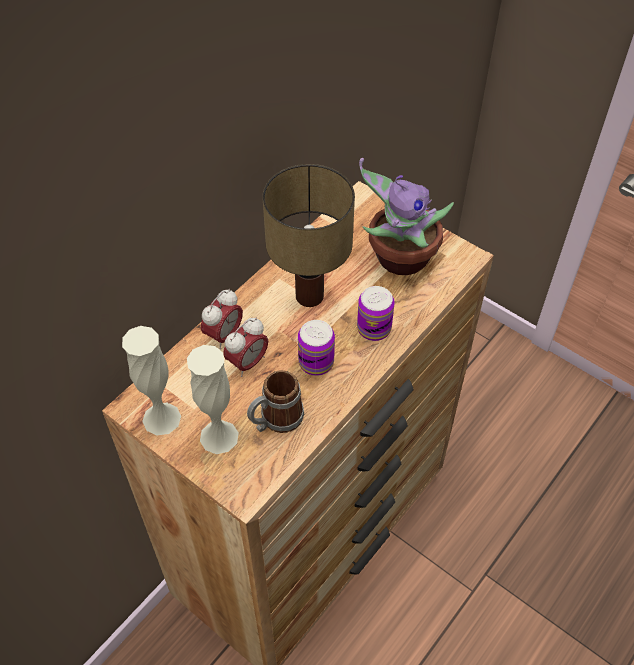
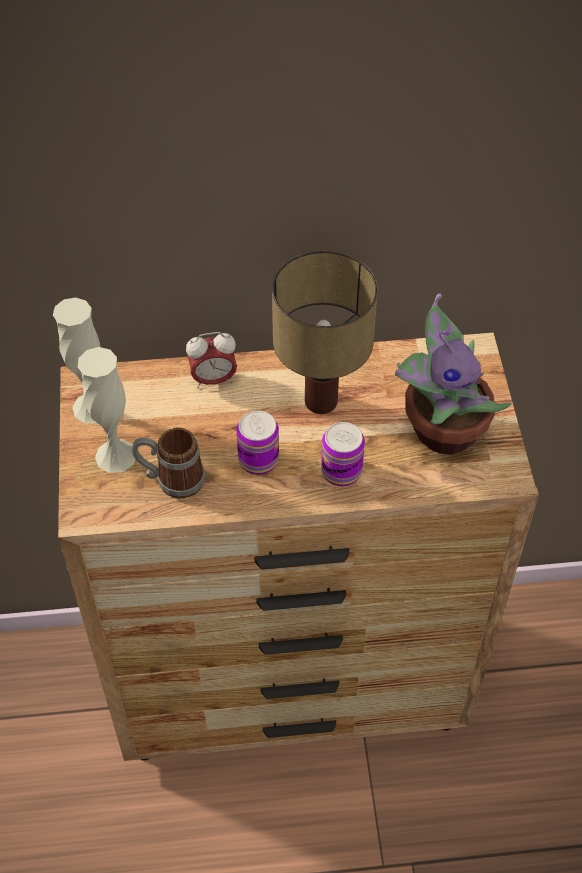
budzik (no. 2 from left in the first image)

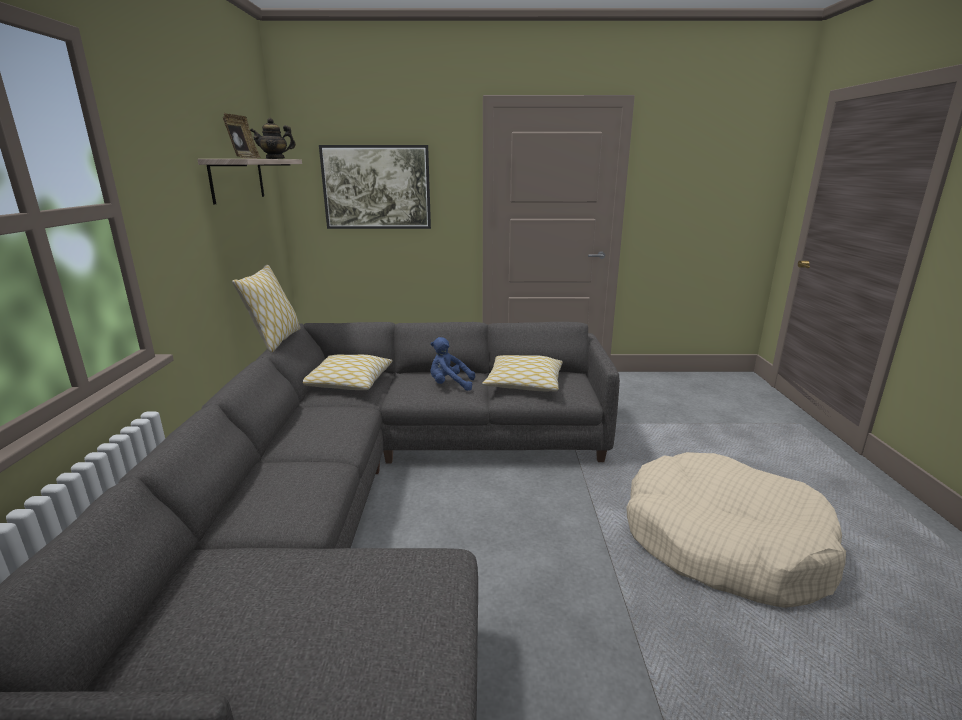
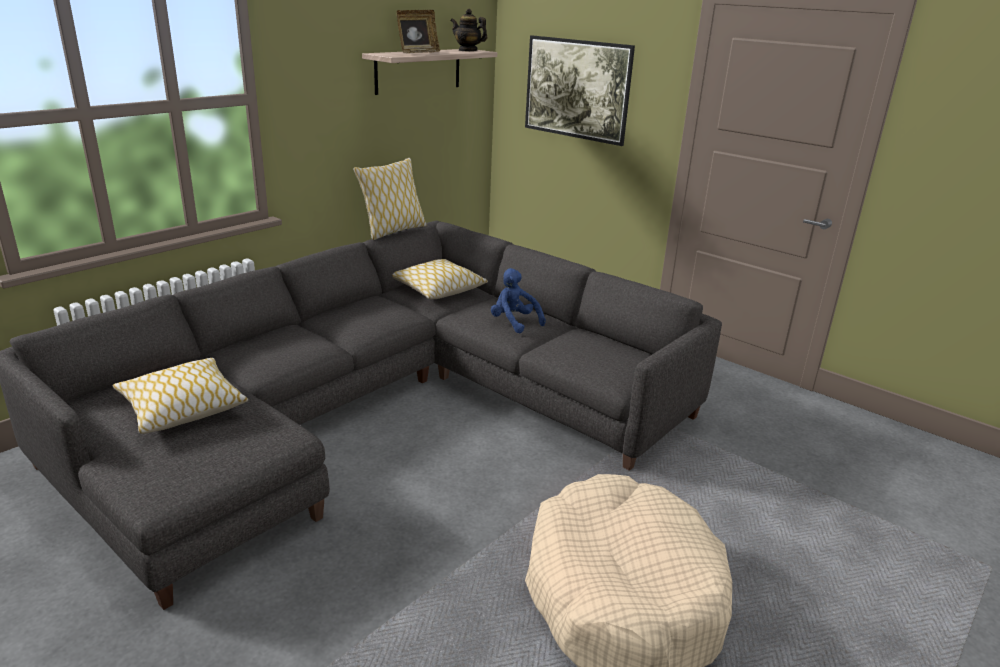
poduszka (no. 1 from left)

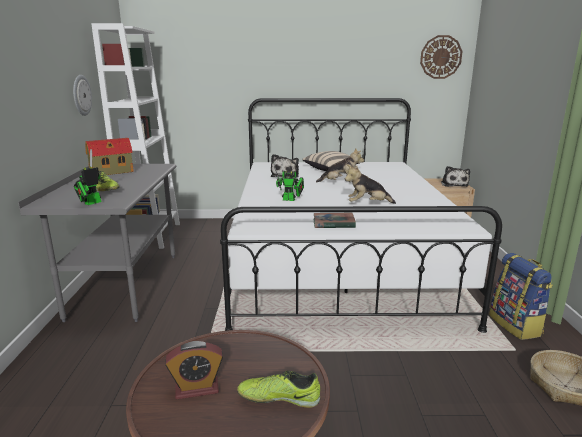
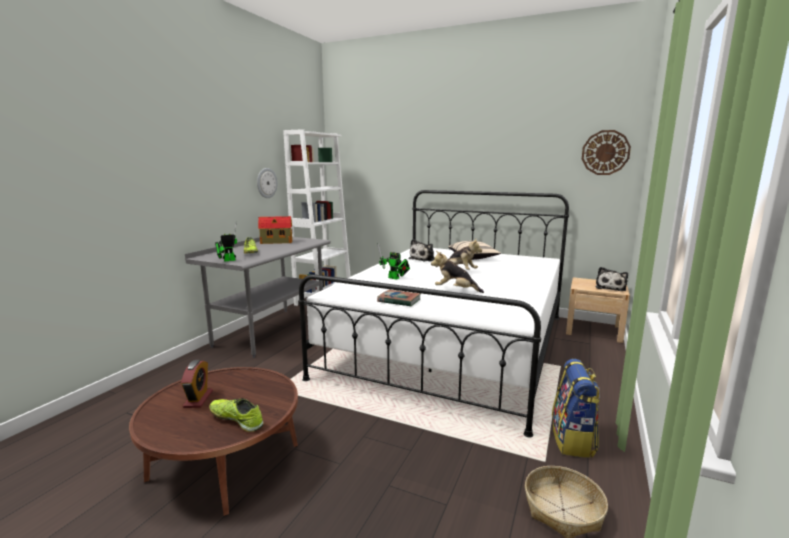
budzik

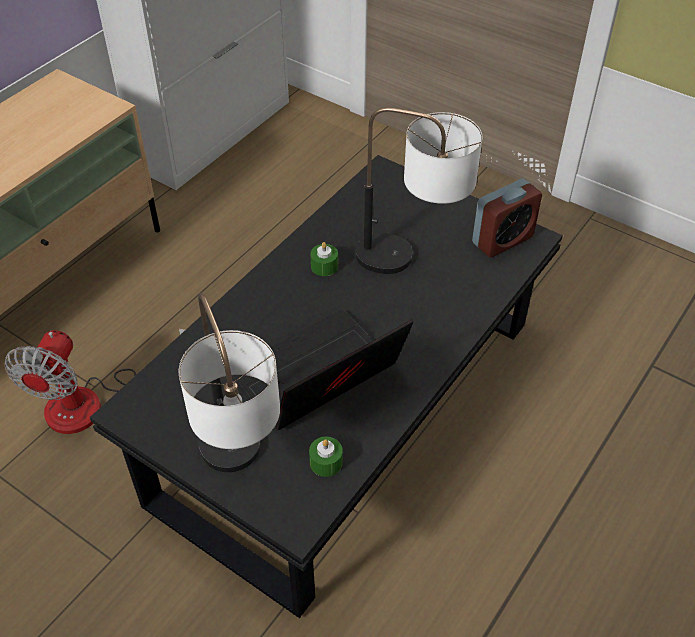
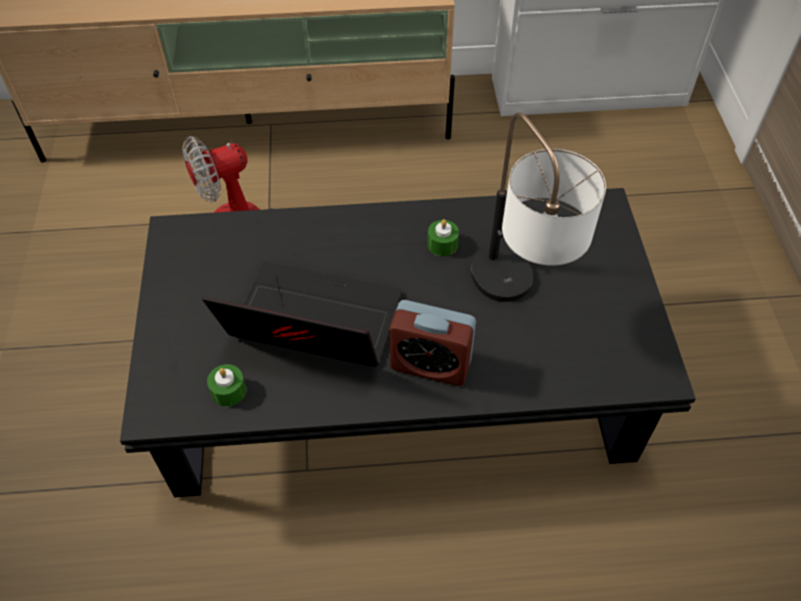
lampa stołowa (no. 1 from left in the first image)
budzik

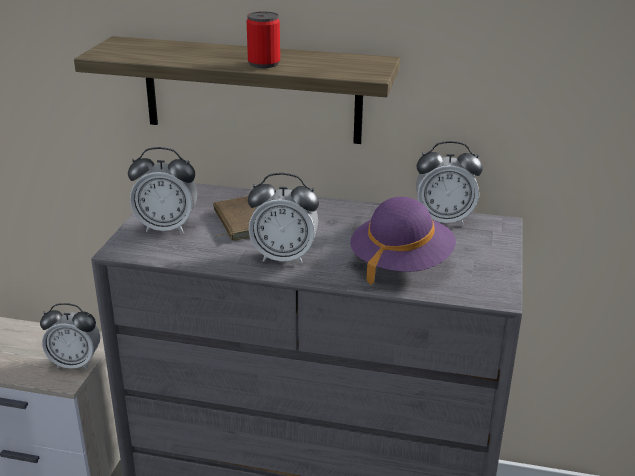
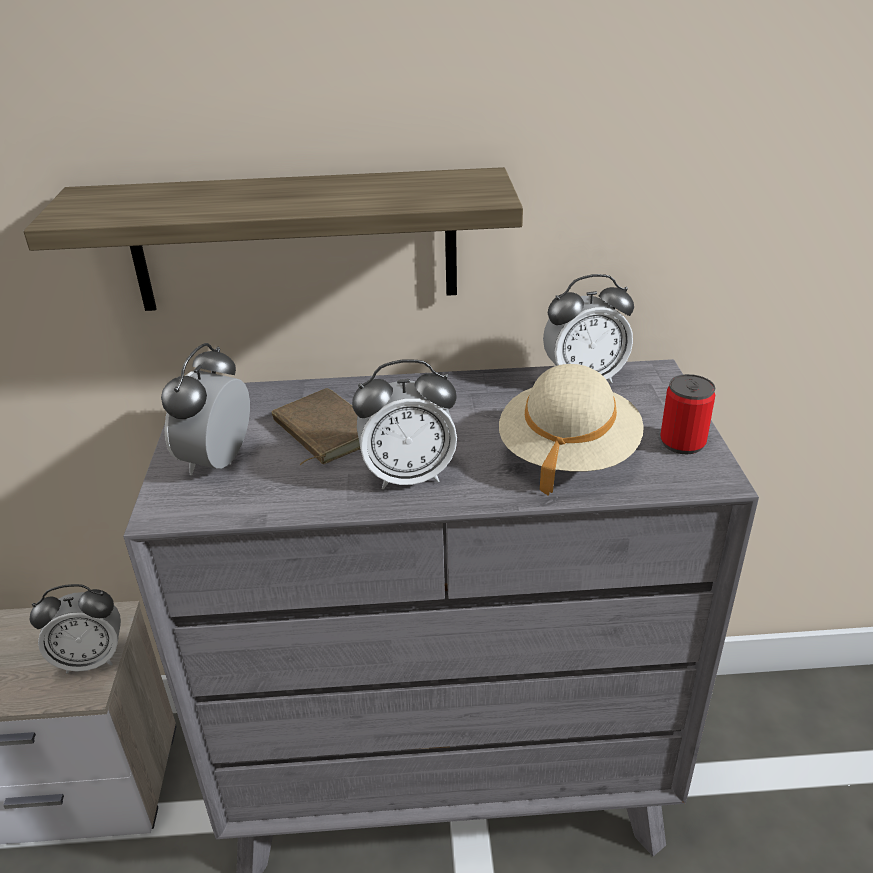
budzik (no. 2 from left)
puszka
kapelusz (beżowy)

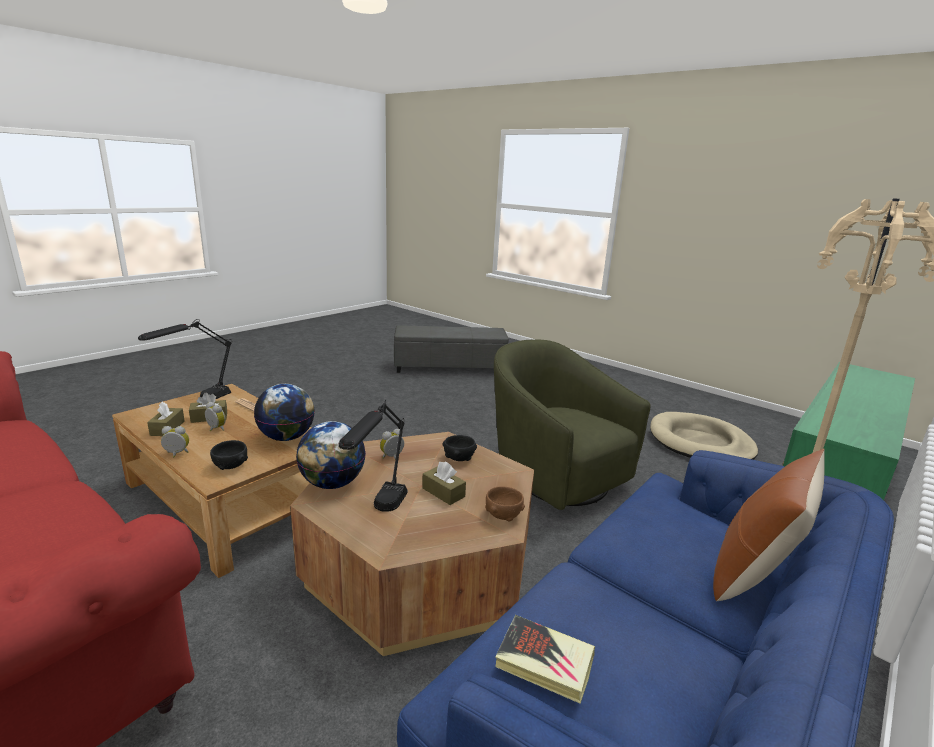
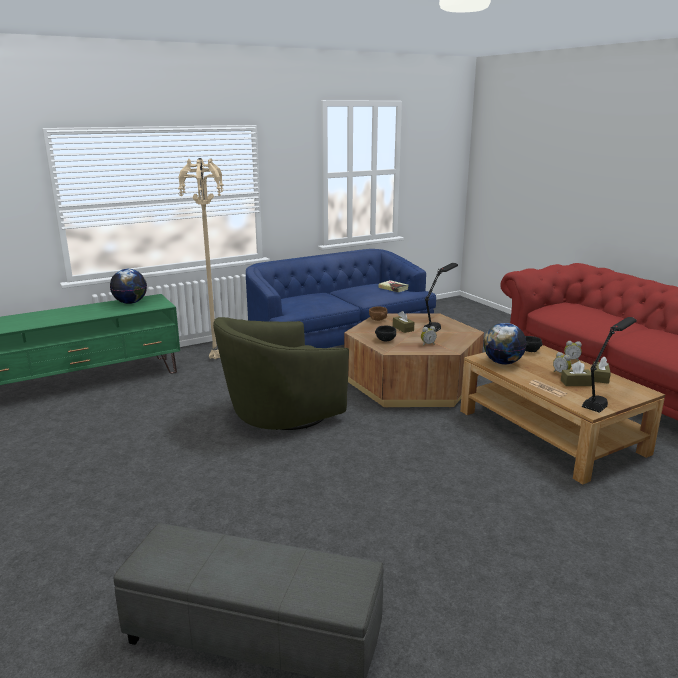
globus (no. 1 from left)
fotel (zielony)
legowisko (beżowy)
poduszka (brązowy)

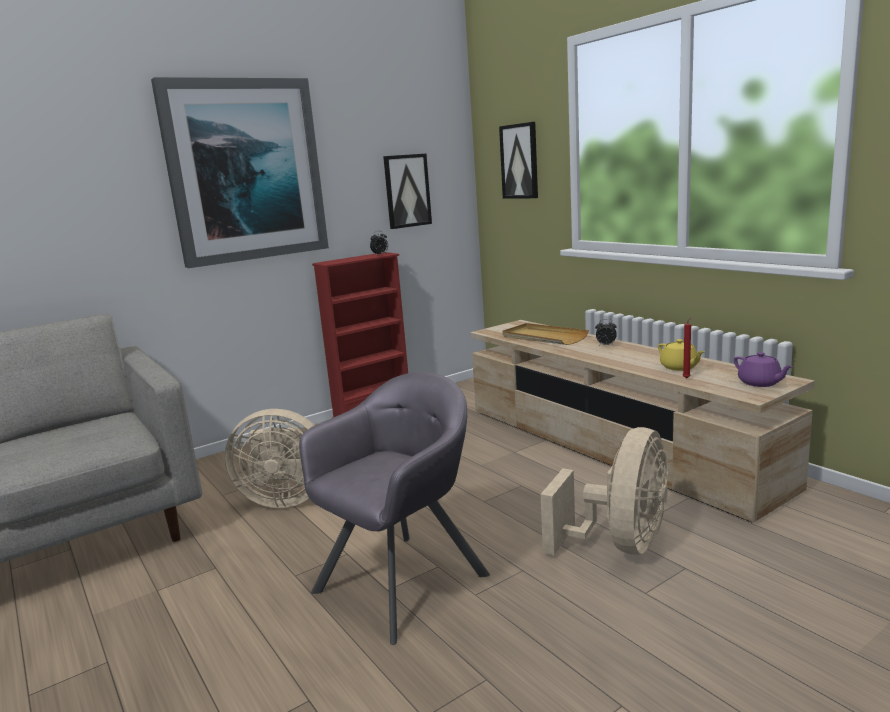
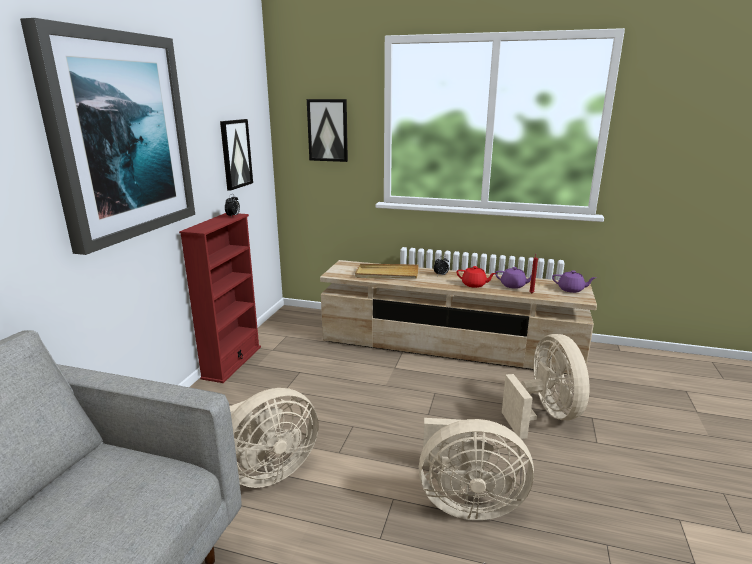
wentylator (beżowy) (no. 2 from left)
imbryk (fioletowy) (no. 1 from left)
imbryk (czerwony)

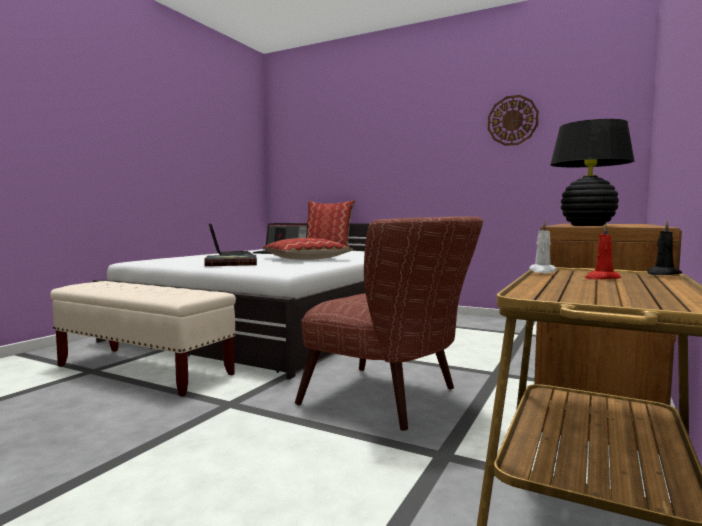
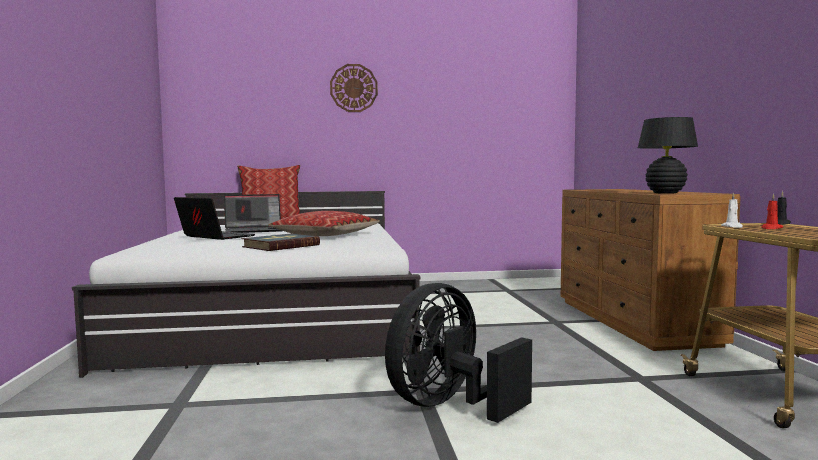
ławka (beżowy)
fotel (brązowy)
zegar ścienny
wentylator (czarny)

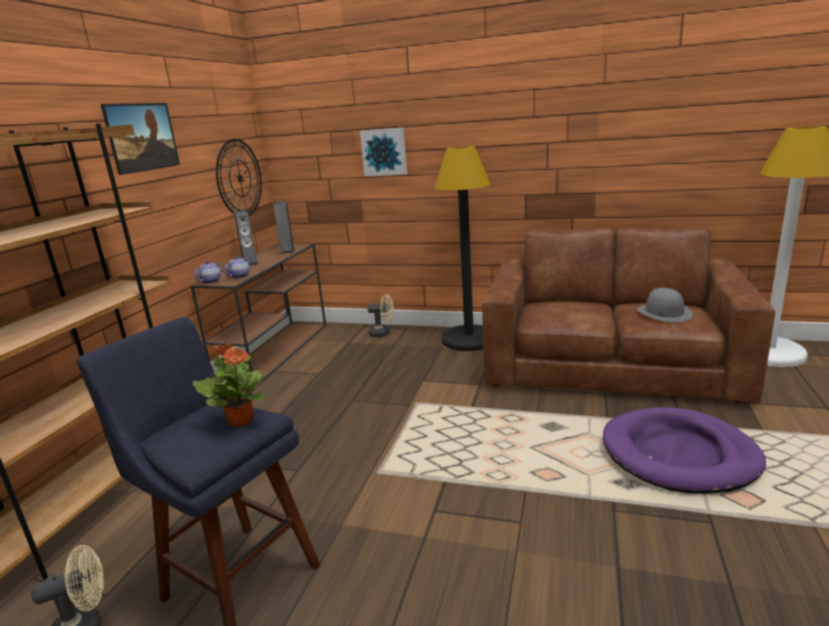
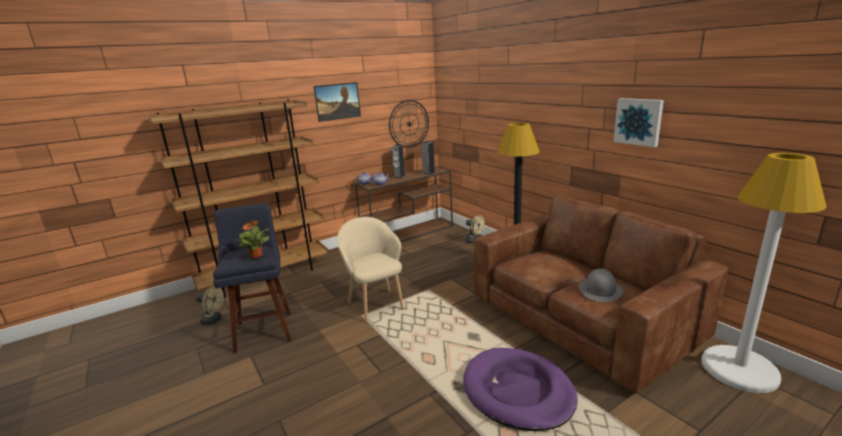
obraz (no. 2 from left)
fotel (beżowy)

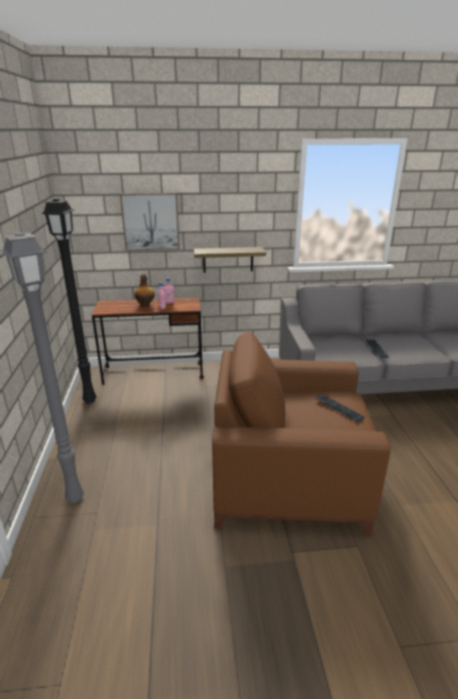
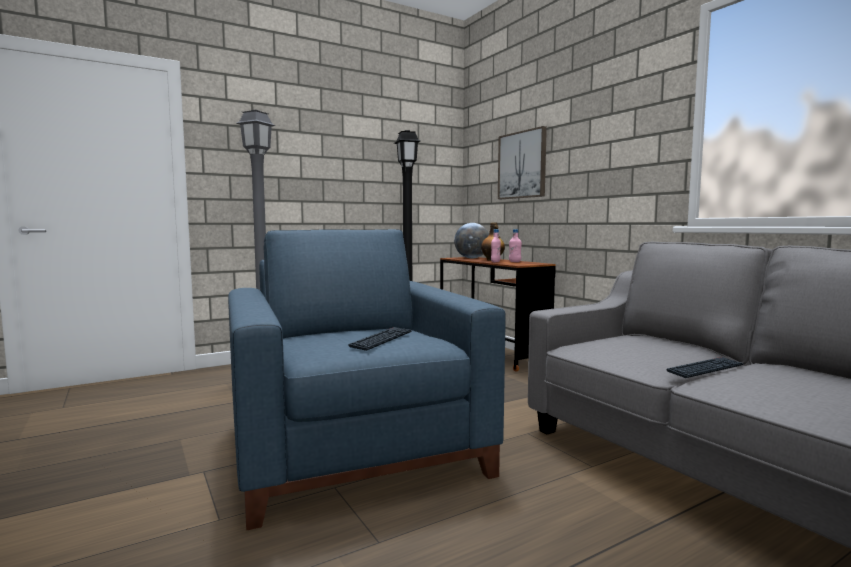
półka
fotel (niebieski)
globus

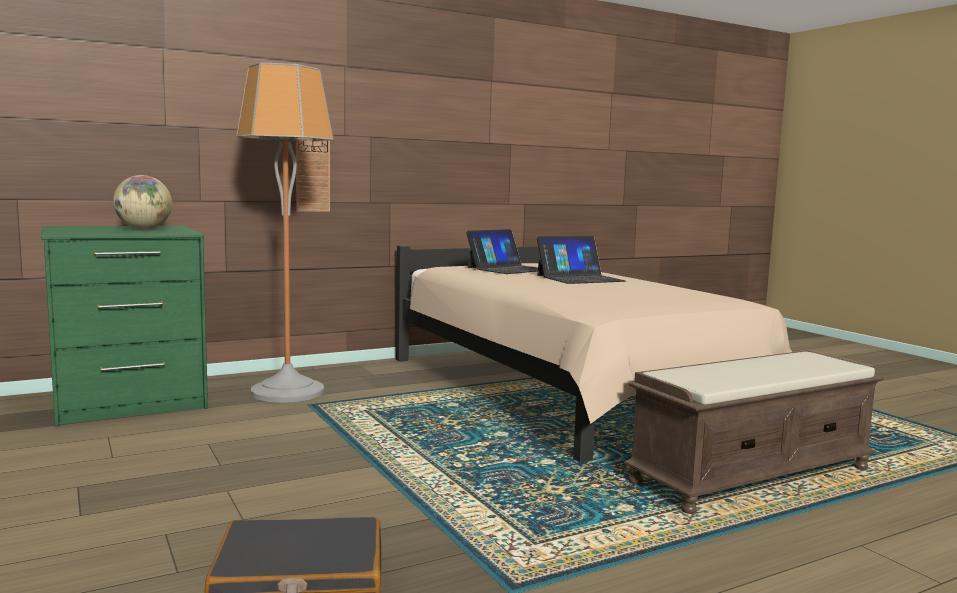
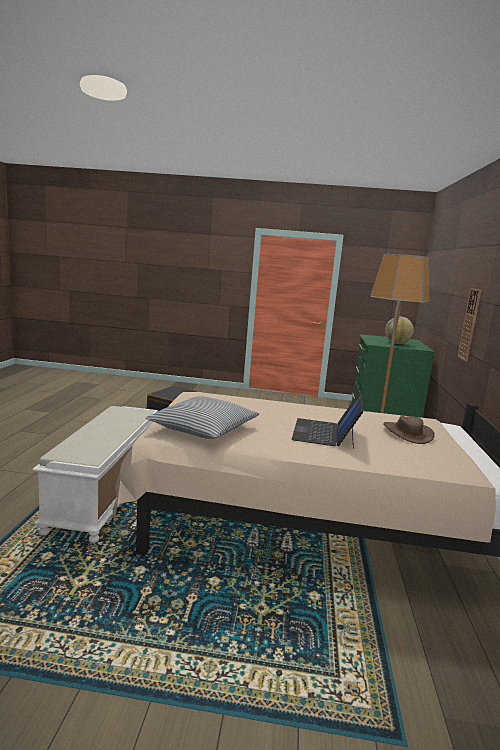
kapelusz (brązowy)
ławka (biały)
poduszka

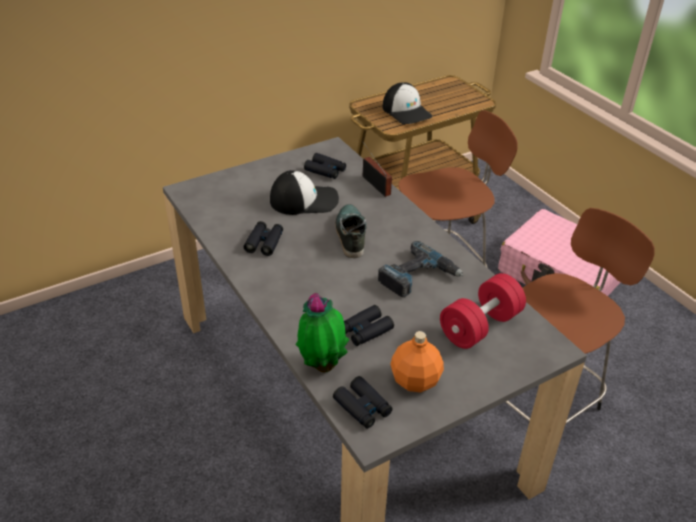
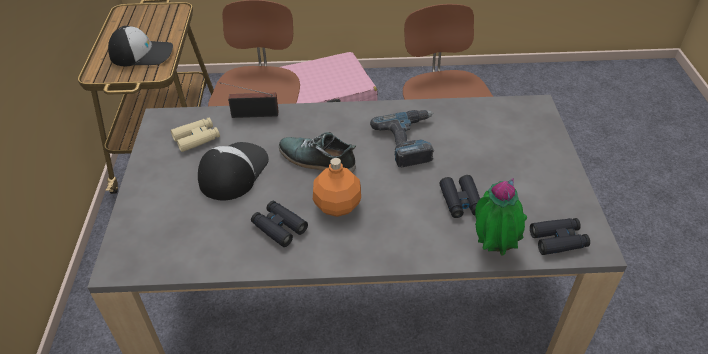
lornetka (beżowy)
butelka (pomarańczowy)
hantel (czerwony)

